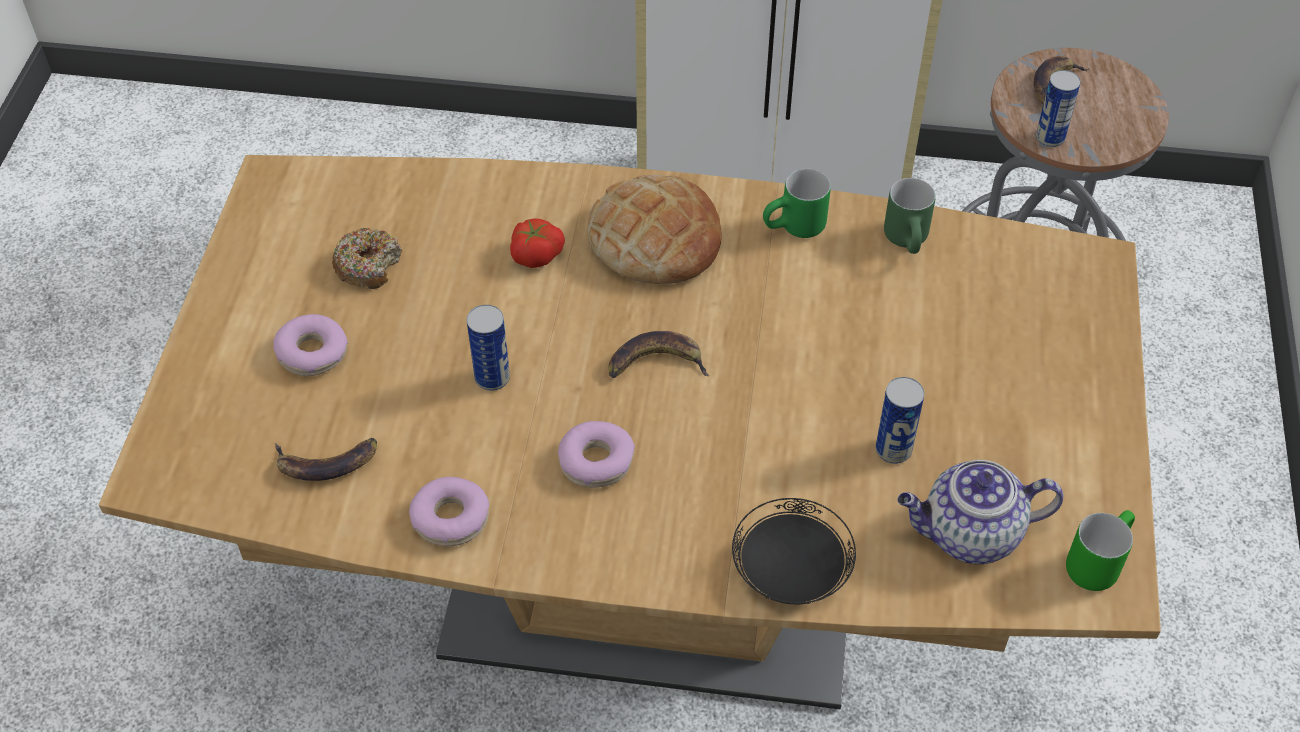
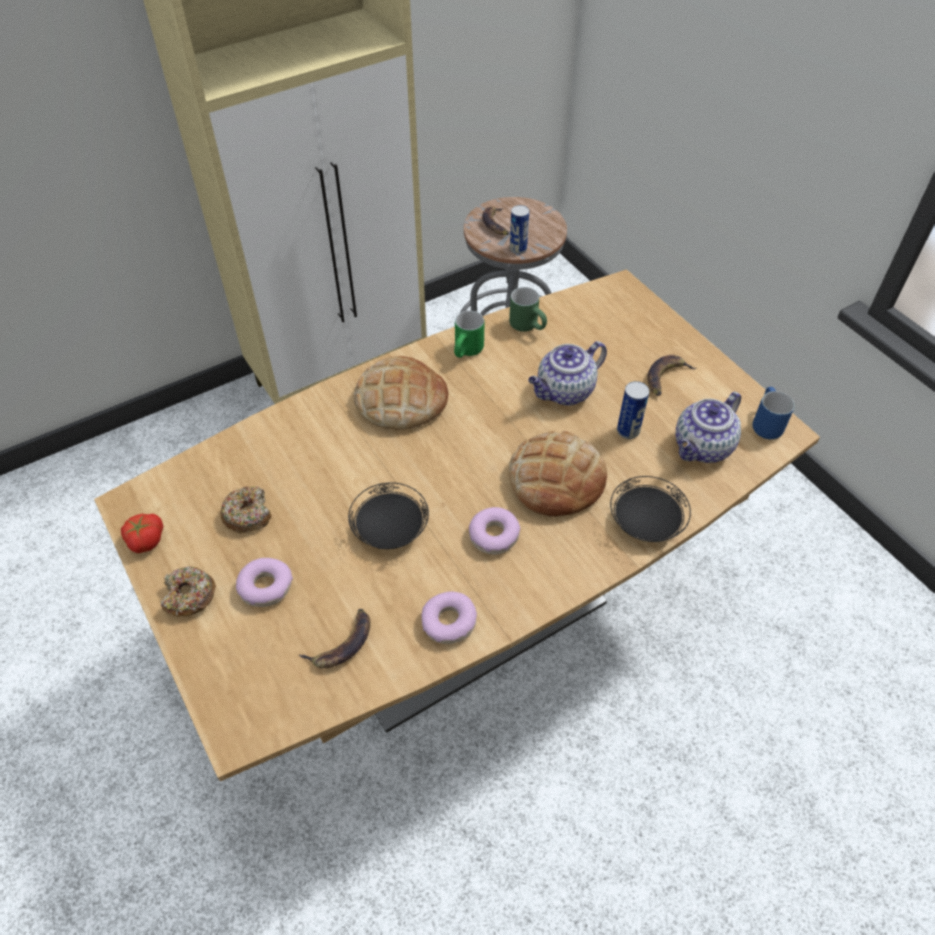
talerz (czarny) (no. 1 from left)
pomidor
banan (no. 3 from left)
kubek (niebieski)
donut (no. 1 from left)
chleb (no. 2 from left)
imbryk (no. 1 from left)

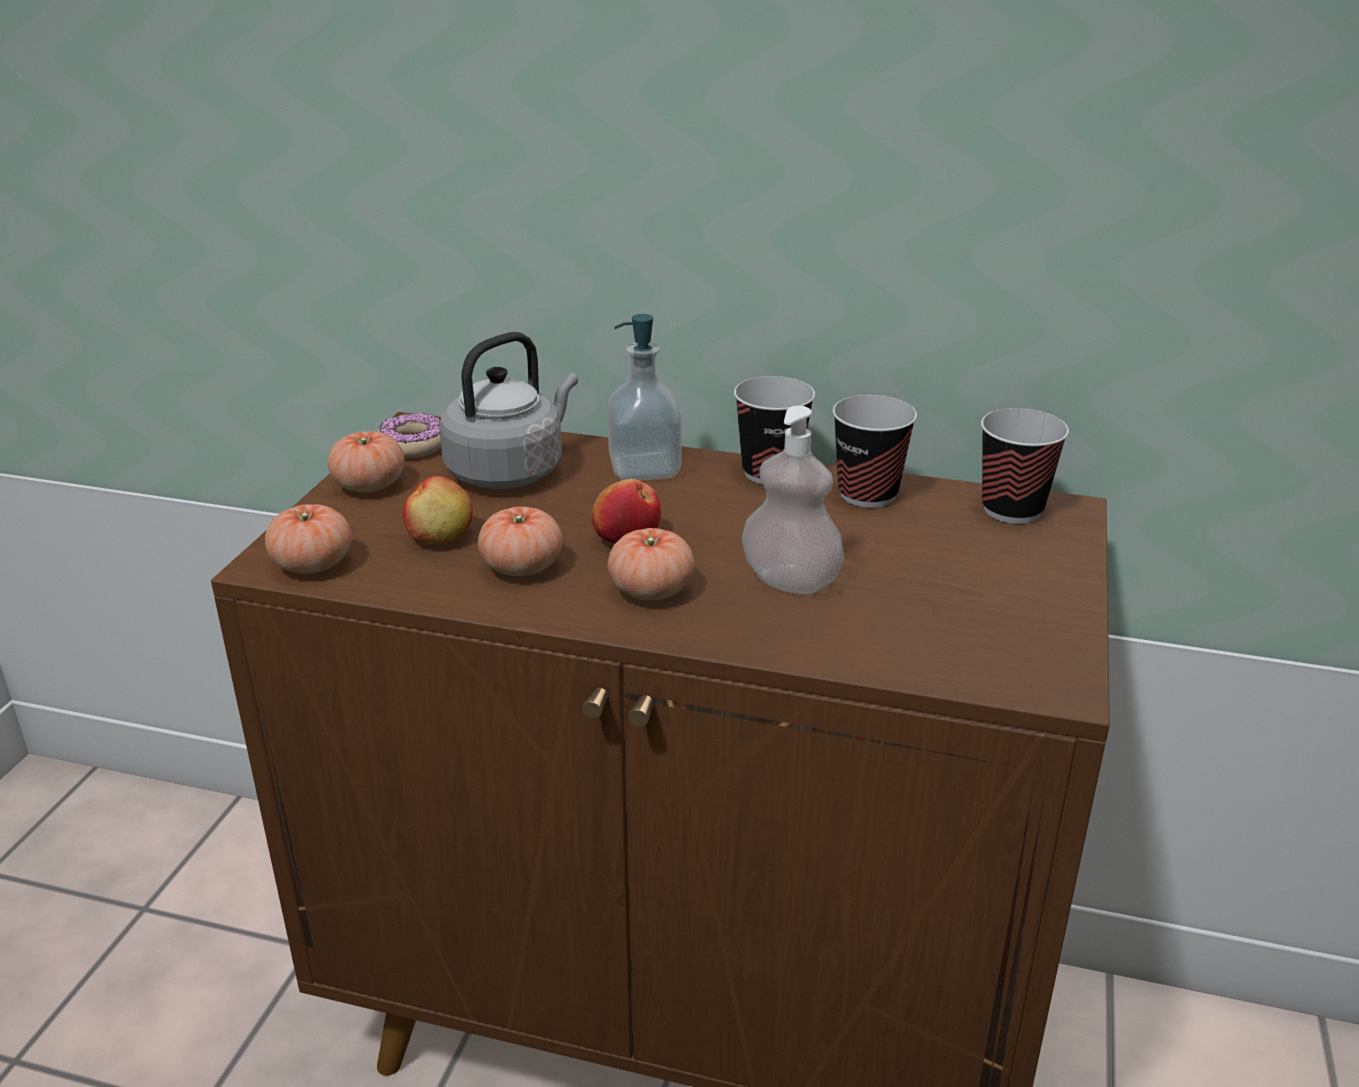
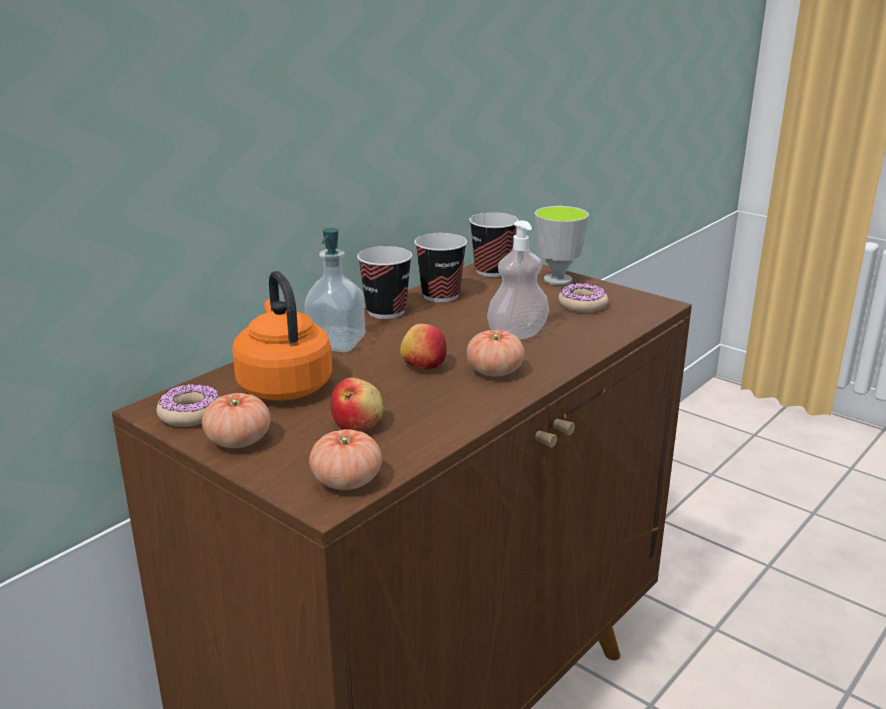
czajnik (pomarańczowy)
pomidor (no. 3 from left in the first image)
filiżanka (no. 4 from left)
donut (no. 2 from left)

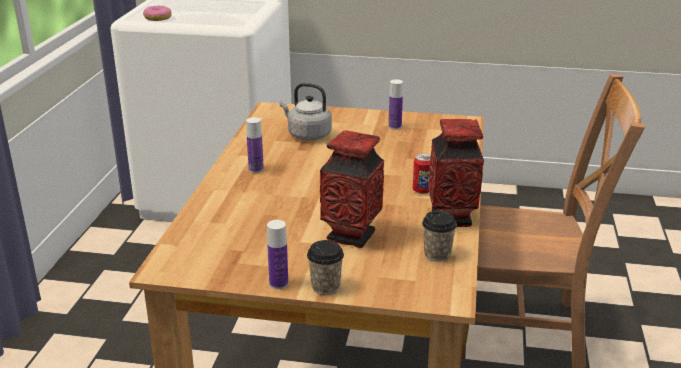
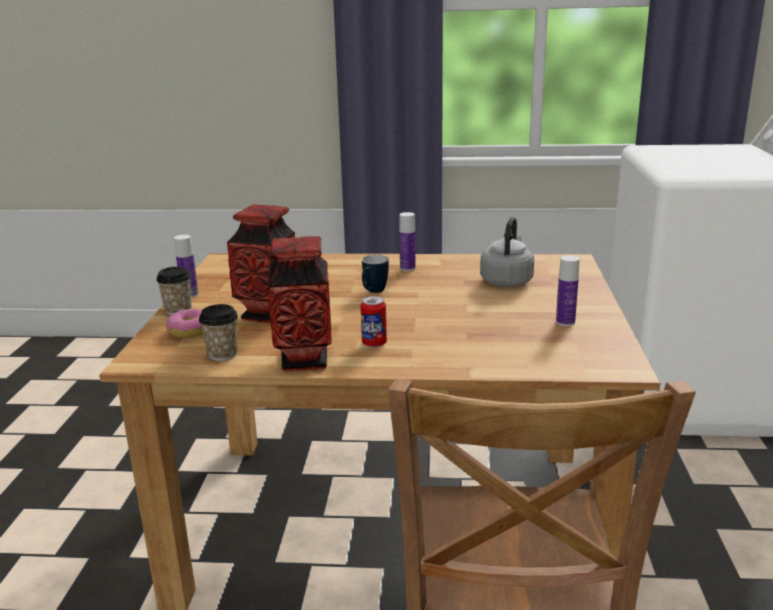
donut
kubek

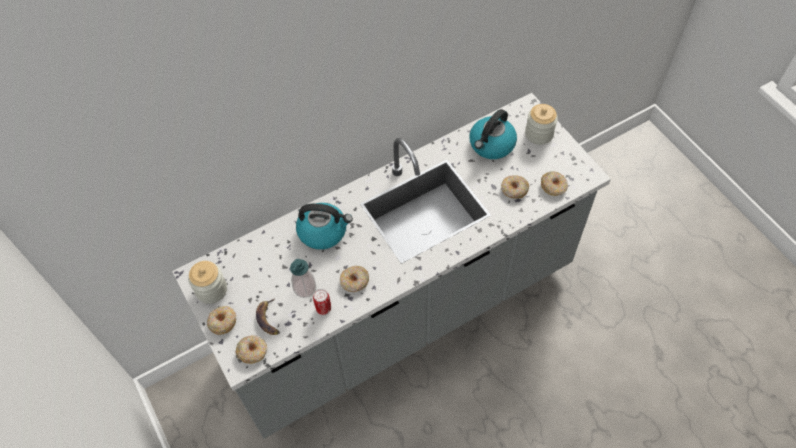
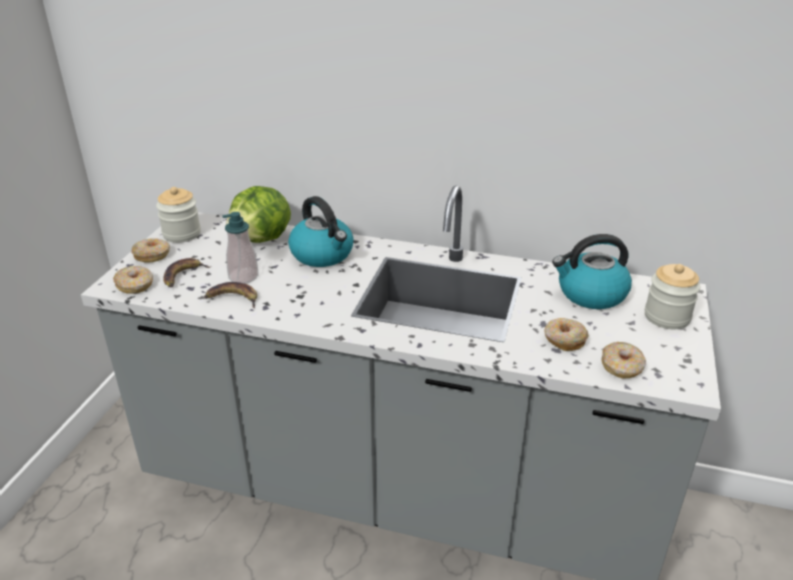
banan (no. 2 from left)
donut (no. 3 from left in the first image)
sałata

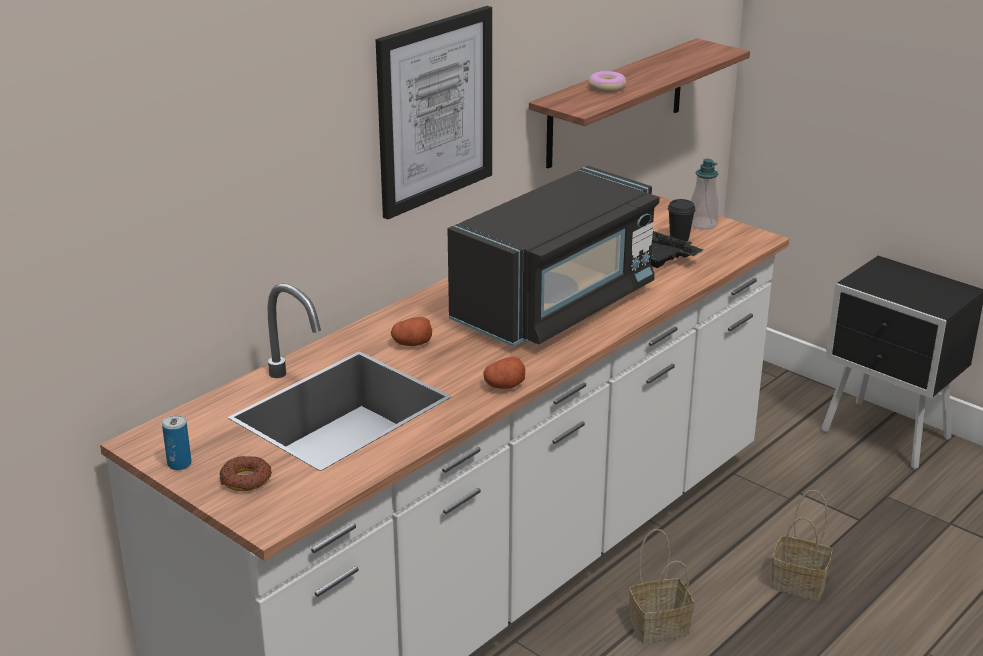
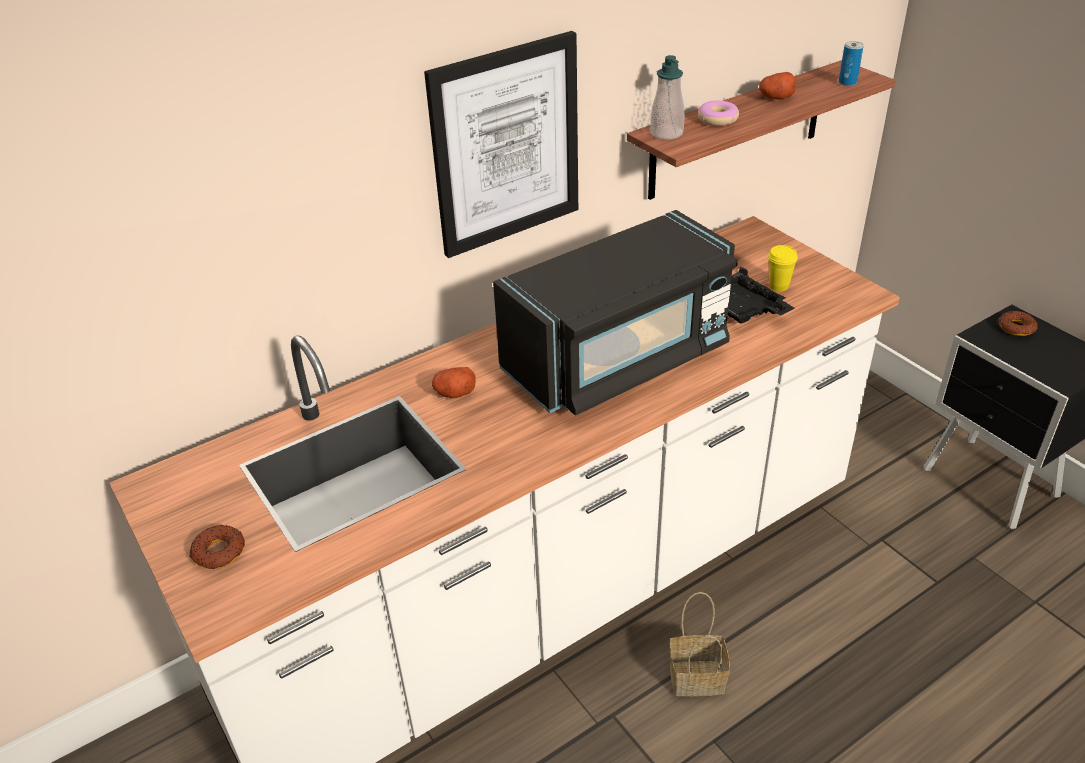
puszka
ziemniak (no. 2 from left)
filiżanka (żółty)
dozownik mydła
koszyk (no. 2 from left in the first image)
donut (no. 3 from left)

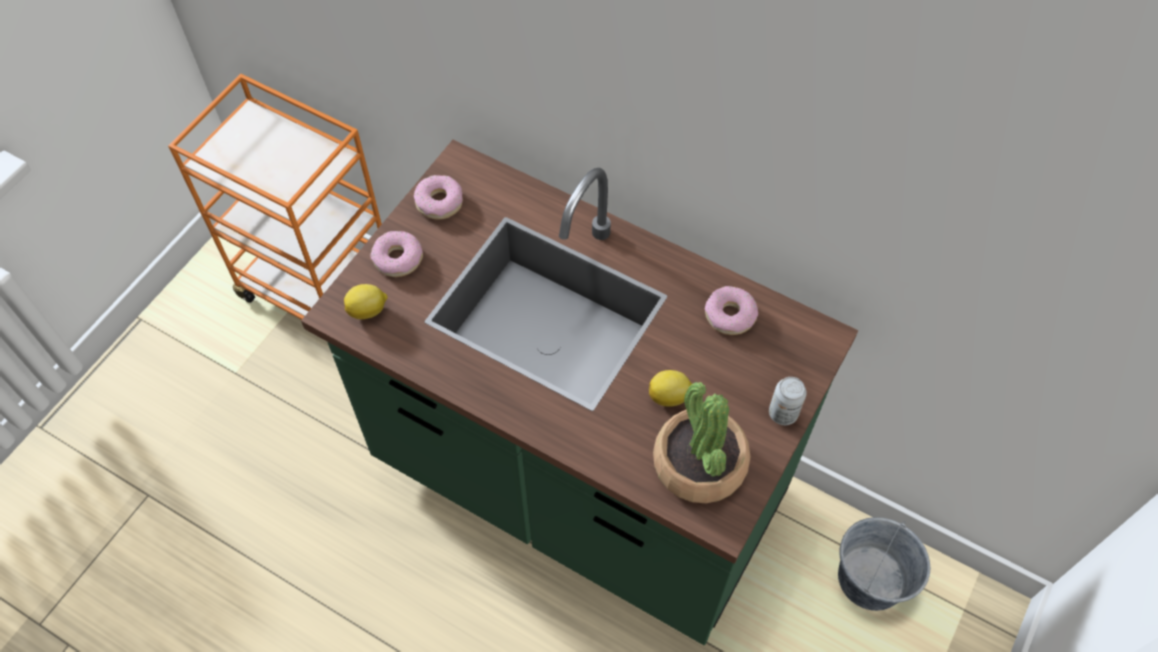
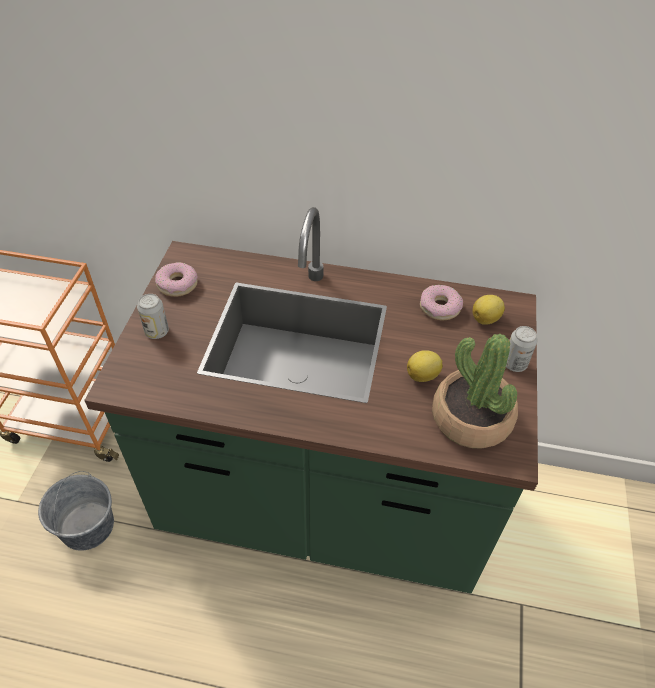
cytryna (no. 2 from left)
puszka (no. 1 from left)
wiadro (szary)

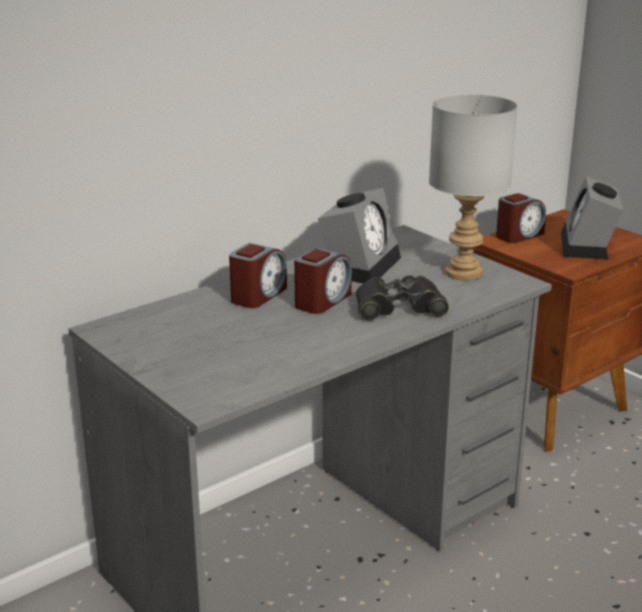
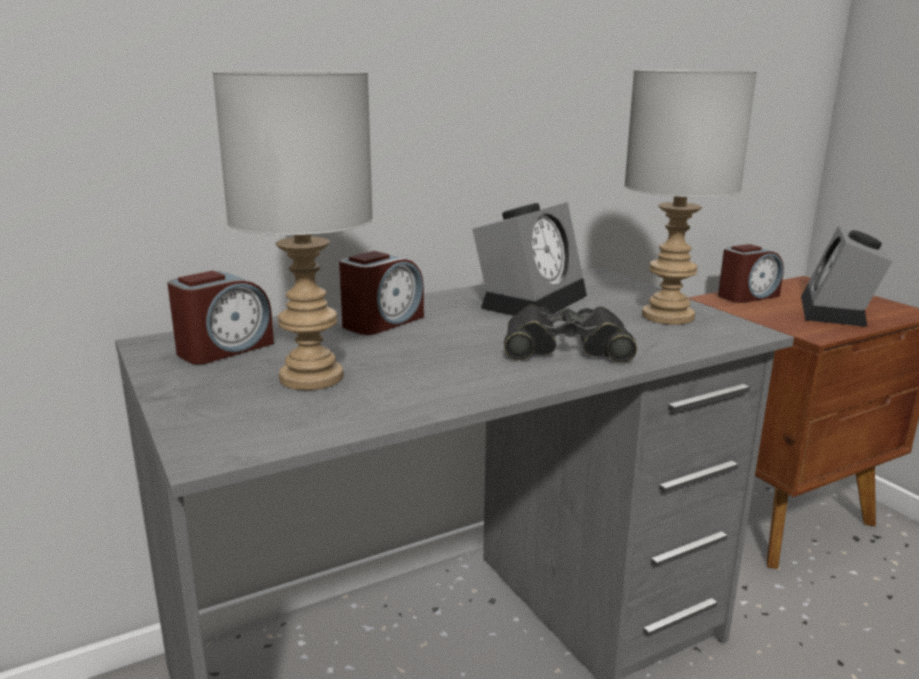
budzik (no. 1 from left)
lampa stołowa (szary) (no. 1 from left)

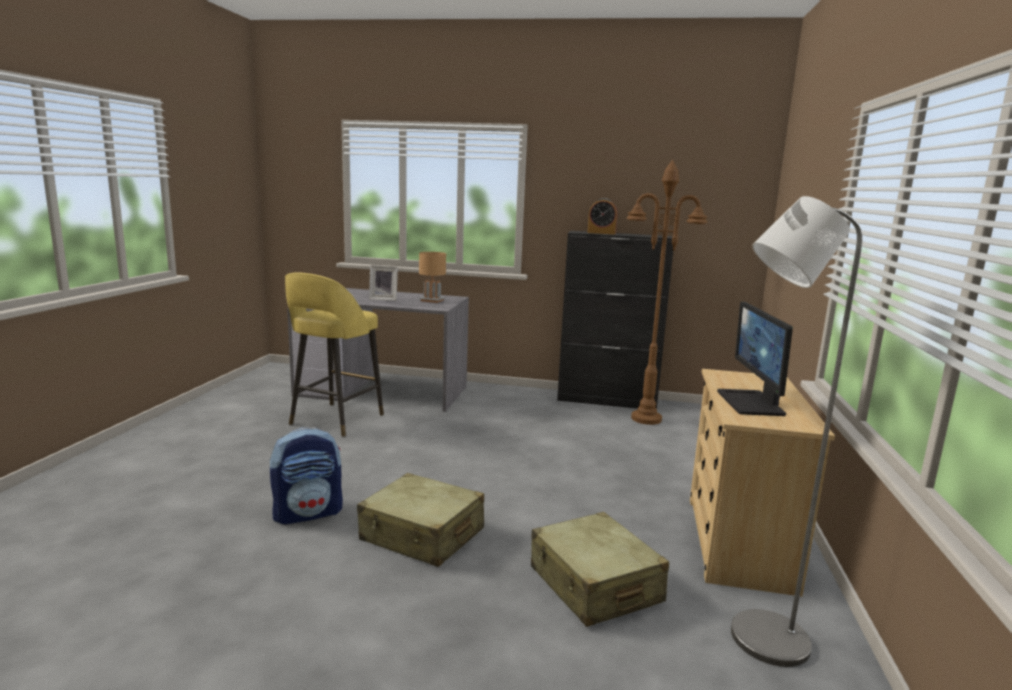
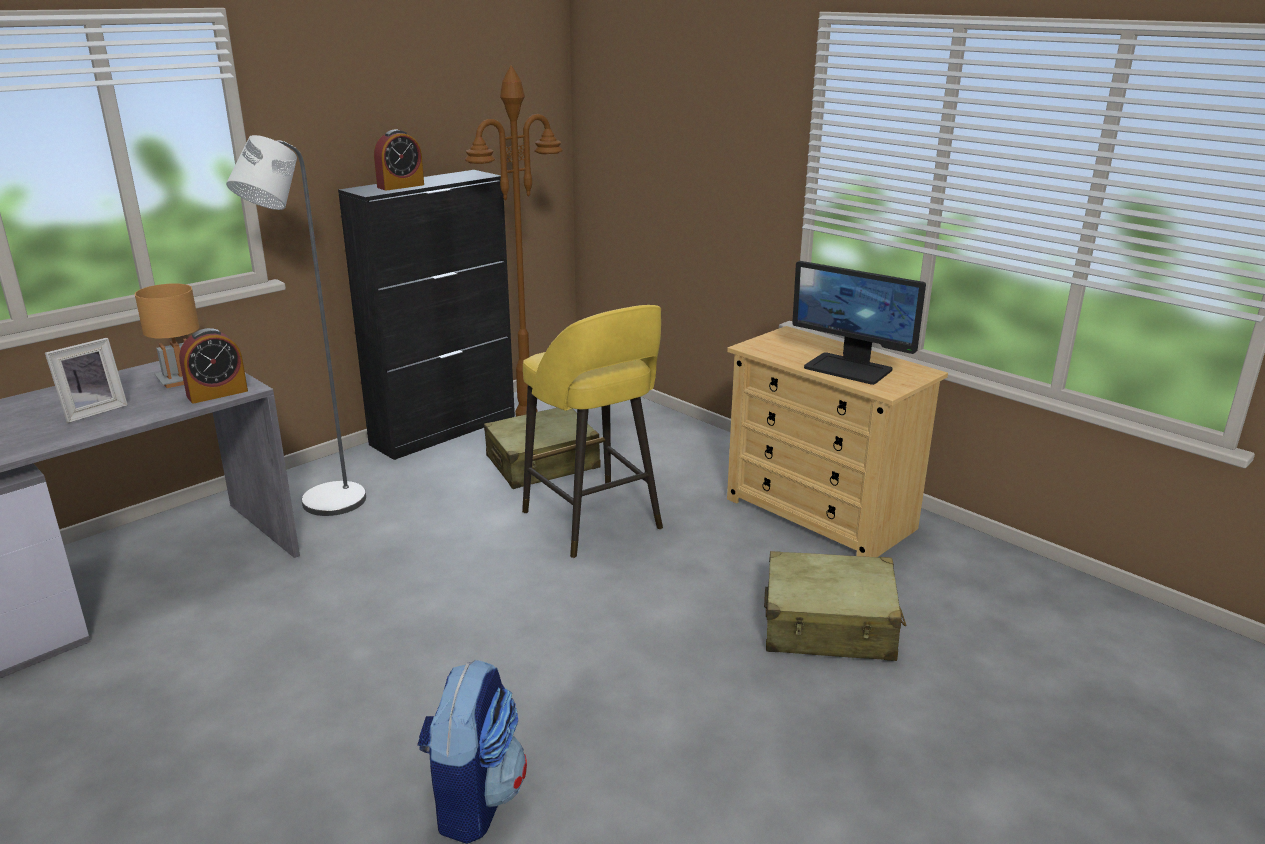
stołek (żółty)
walizka (beżowy) (no. 1 from left)
lampa stojąca (szary)
budzik (no. 1 from left)

